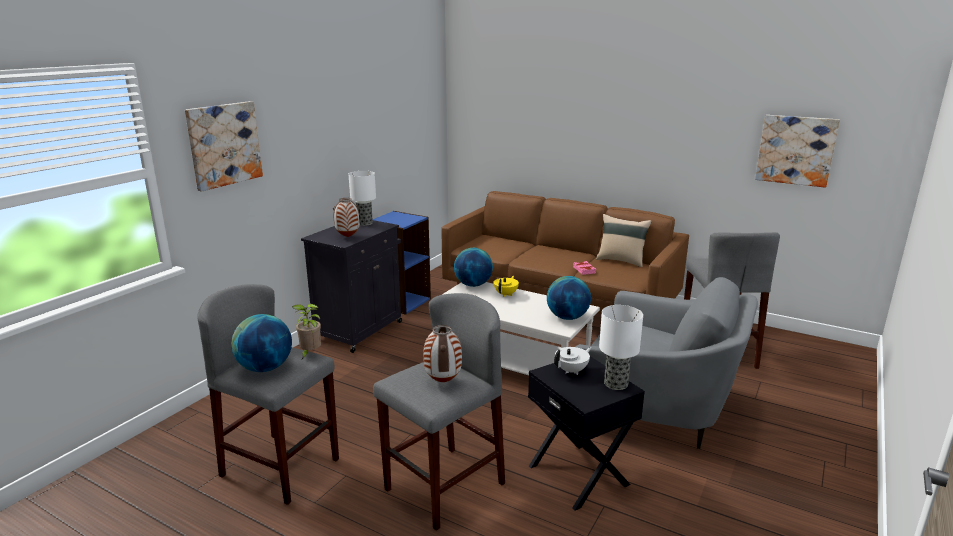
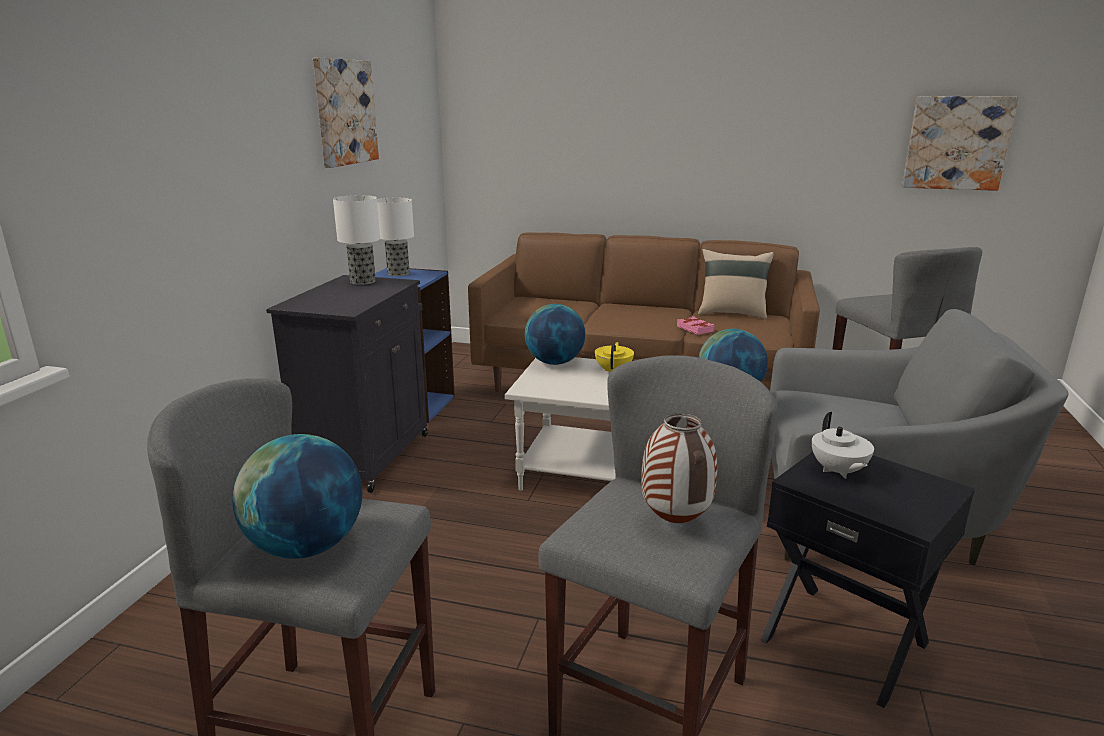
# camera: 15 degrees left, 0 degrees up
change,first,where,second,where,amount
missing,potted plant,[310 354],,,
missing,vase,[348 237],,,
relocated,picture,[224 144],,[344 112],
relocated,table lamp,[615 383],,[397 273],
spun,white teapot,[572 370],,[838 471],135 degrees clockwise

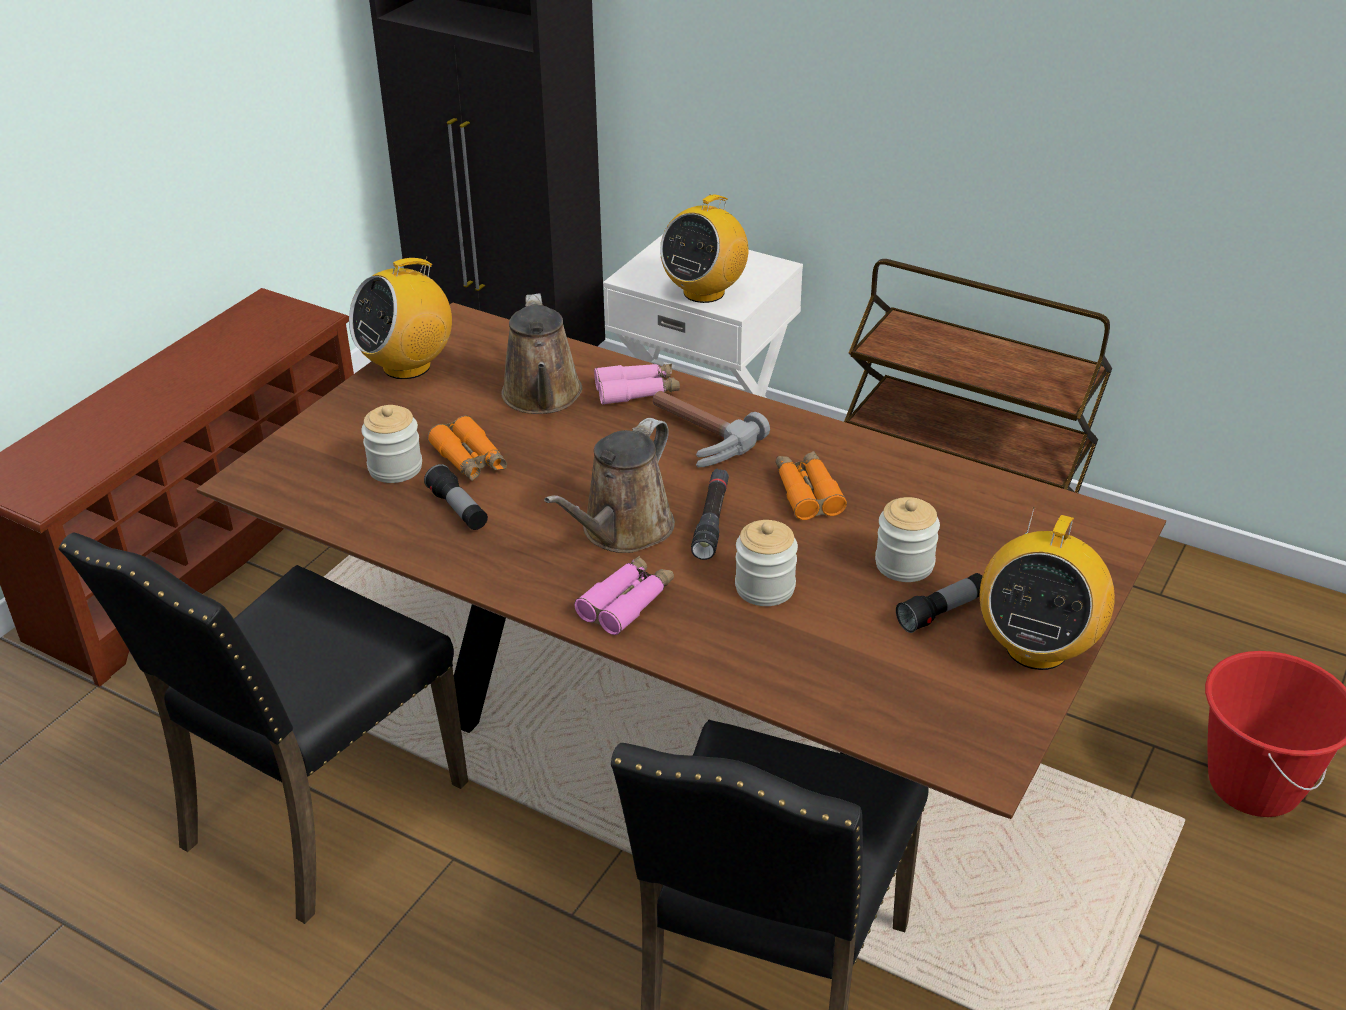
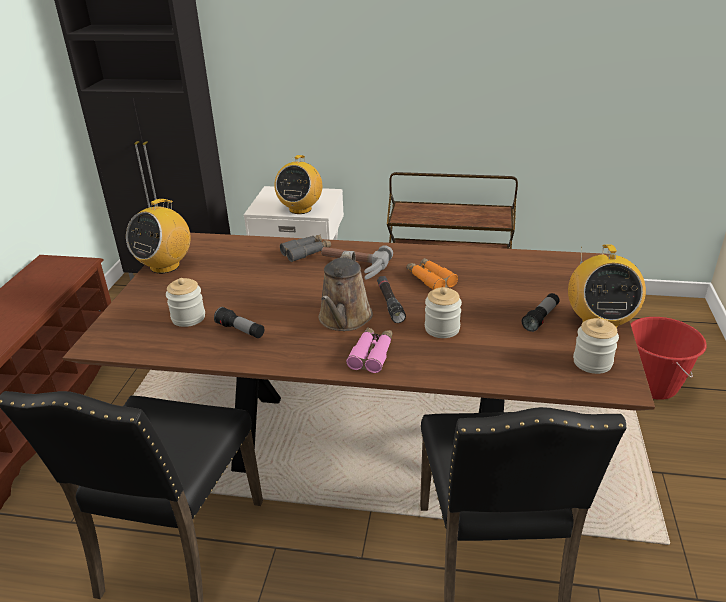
# camera: 20 degrees left, 5 degrees down
change,first,where,second,where,amount
missing,orange binoculars,[470 460],,,
missing,brown watering can,[542 397],,,
relocated,jar,[904 564],,[592 362],
colour,pink binoculars,[637 391],grey binoculars,[306 252],

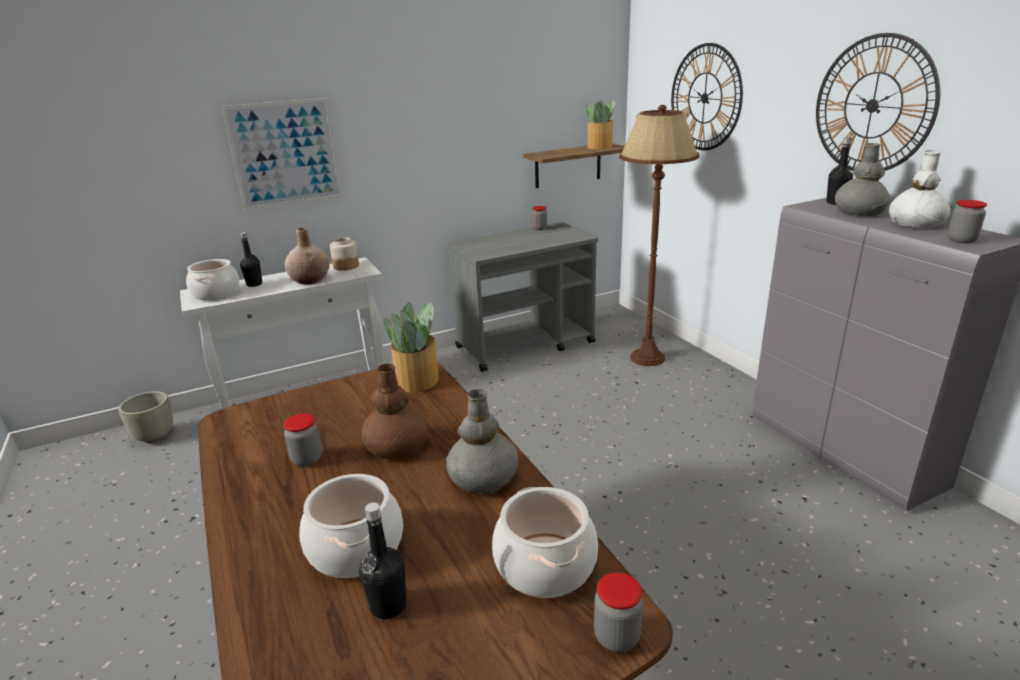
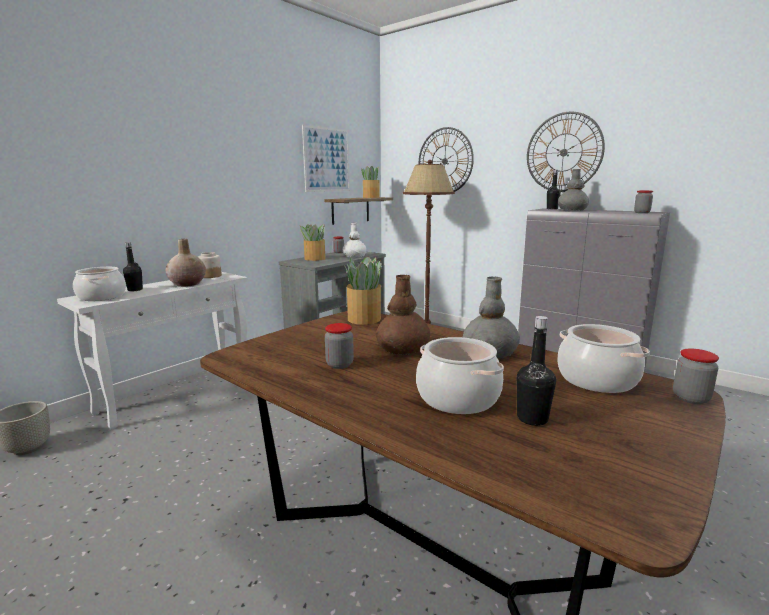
# camera: 25 degrees left, 10 degrees down
change,first,where,second,where,amount
appeared,,,potted plant,[314 259],
relocated,picture,[285 154],,[326 160],
relocated,white vase,[915 224],,[354 256],

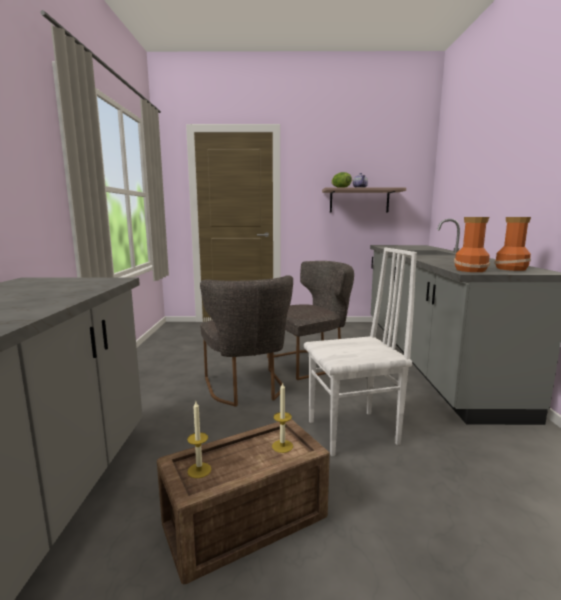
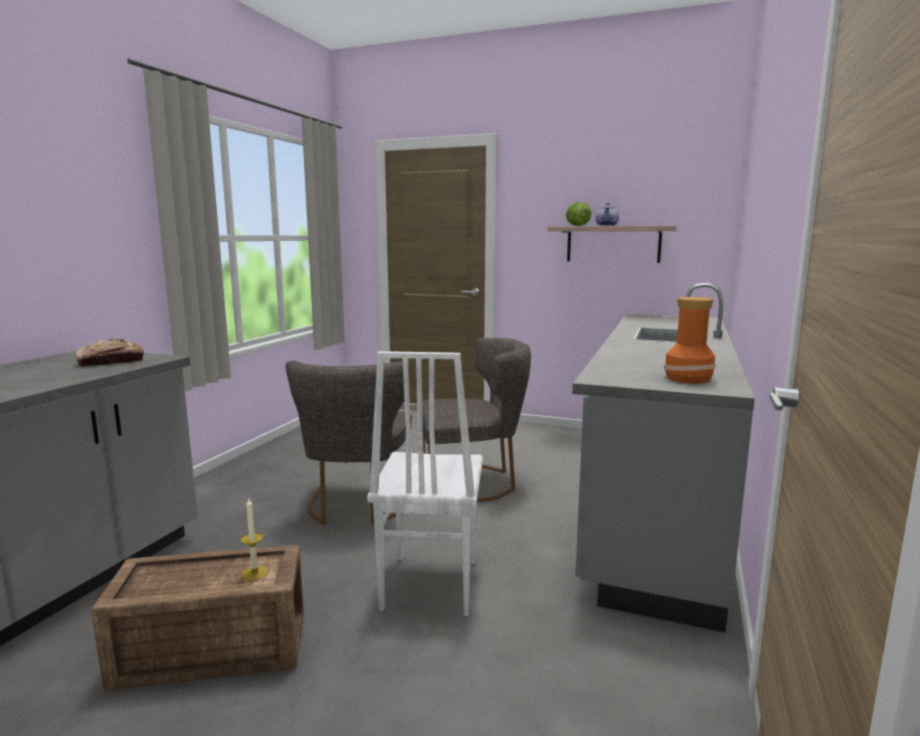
# camera: 20 degrees right, 0 degrees up
change,first,where,second,where,amount
missing,candle,[199 470],,,
missing,vase,[470 270],,,
appeared,,,bread,[110 362],
spun,white chair,[354 433],,[428 584],90 degrees clockwise

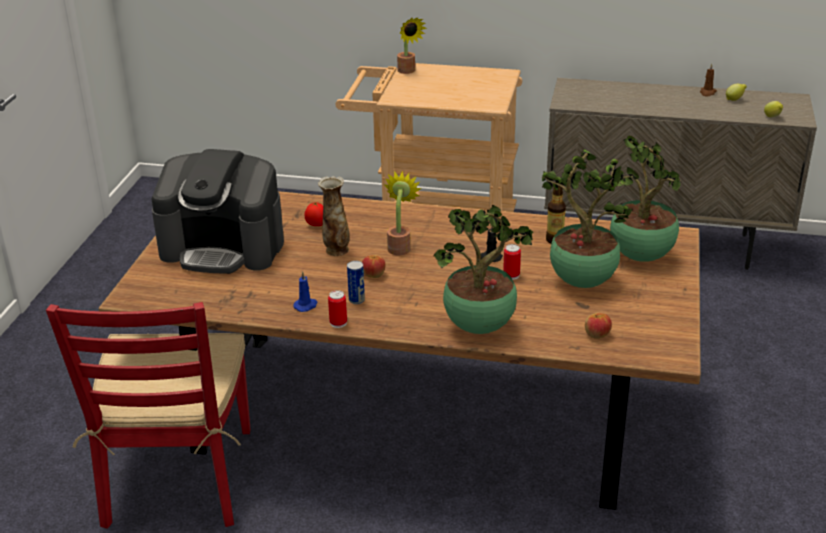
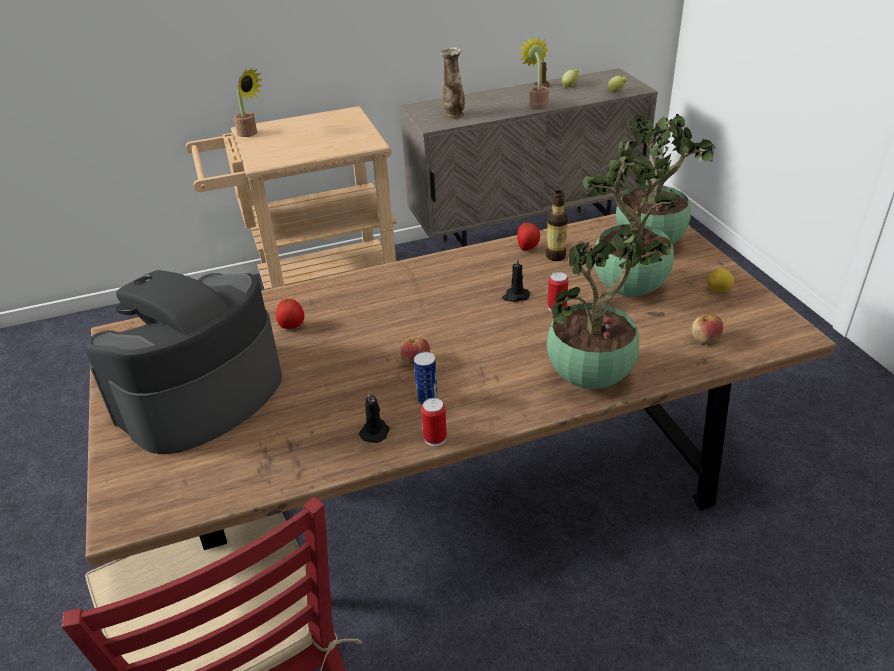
# camera: 30 degrees left, 5 degrees up
change,first,where,second,where,amount
appeared,,,tomato,[528 248],
appeared,,,lemon,[718 290],
relocated,vase,[336 250],,[453 115],
relocated,potted plant,[400 246],,[537 104],
colour,blue candle,[306 306],black candle,[375 432],
spun,coffee machine,[223 247],,[200 396],150 degrees clockwise

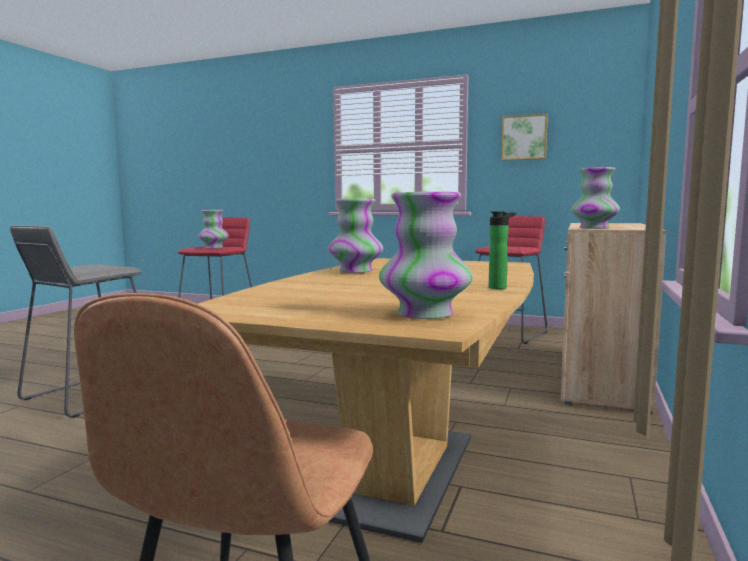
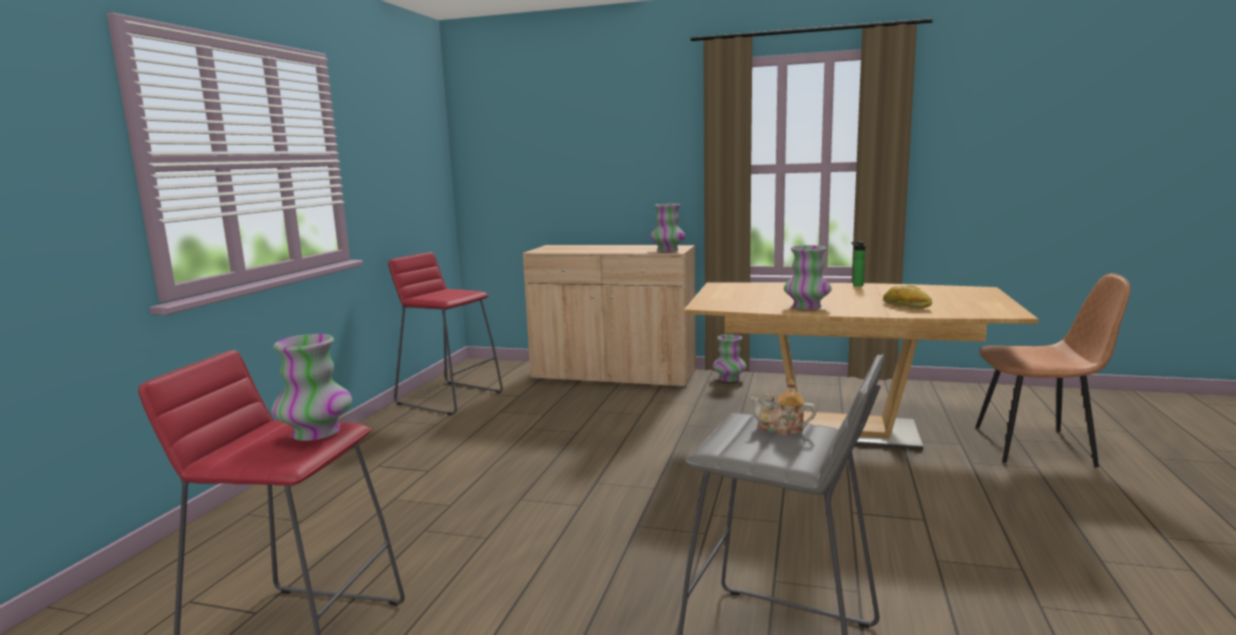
# camera: 95 degrees left, 5 degrees up
change,first,where,second,where,amount
missing,picture,[524 137],,,
appeared,,,teapot,[781 429],
appeared,,,bread,[906 306],
relocated,vase,[425 314],,[729 379],

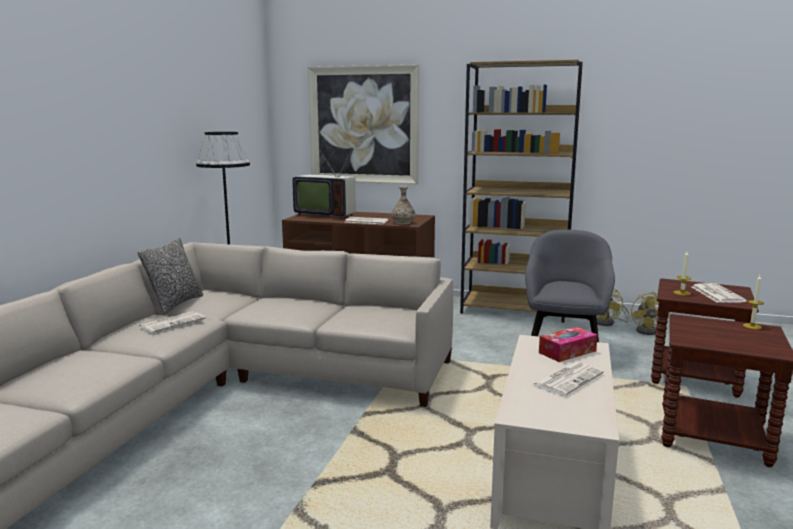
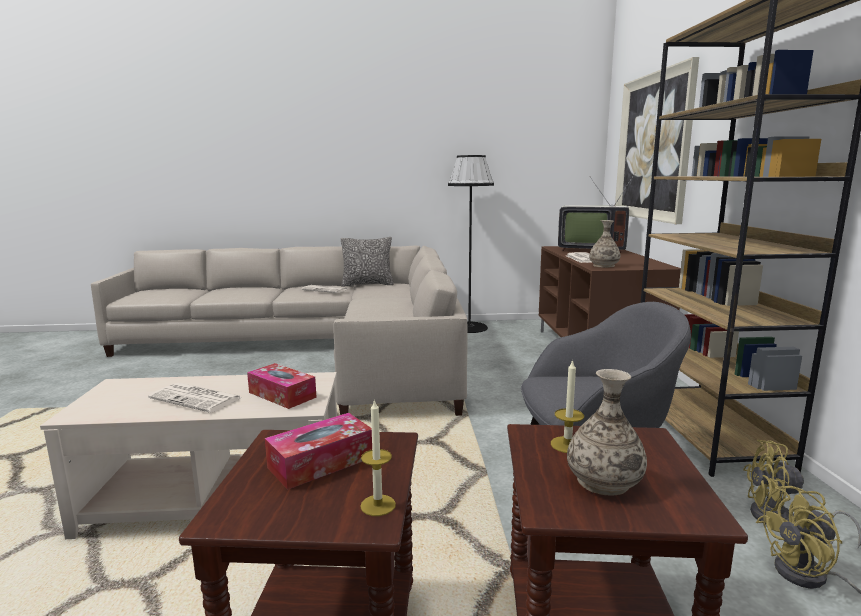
# camera: 70 degrees right, 0 degrees up
change,first,where,second,where,amount
appeared,,,tissue box,[321 462],
exchanged,newspaper,[716 294],vase,[604 481],
spun,television,[325 215],,[590 249],75 degrees counterclockwise

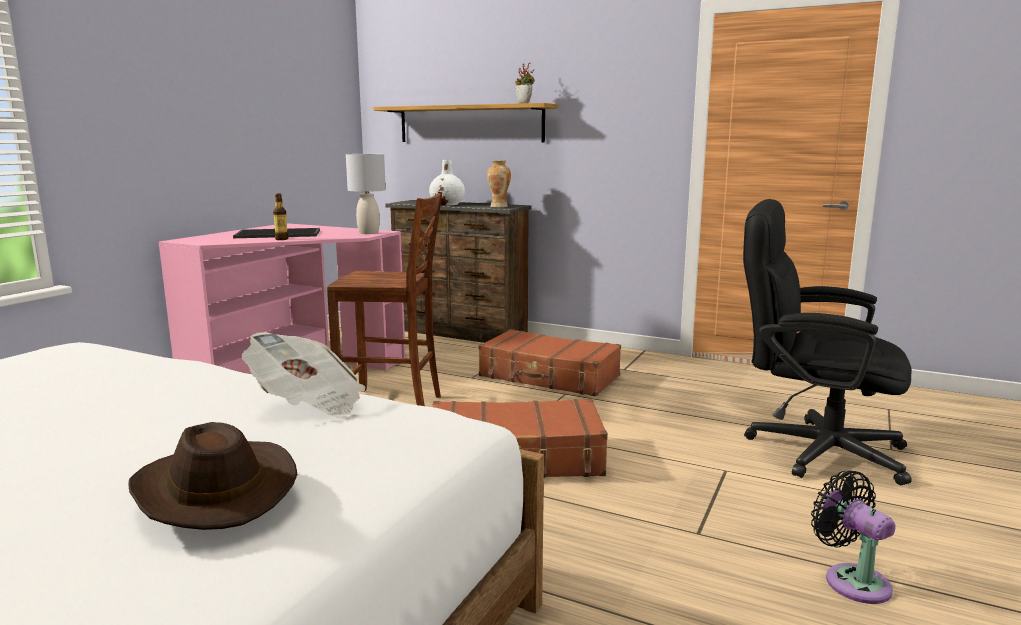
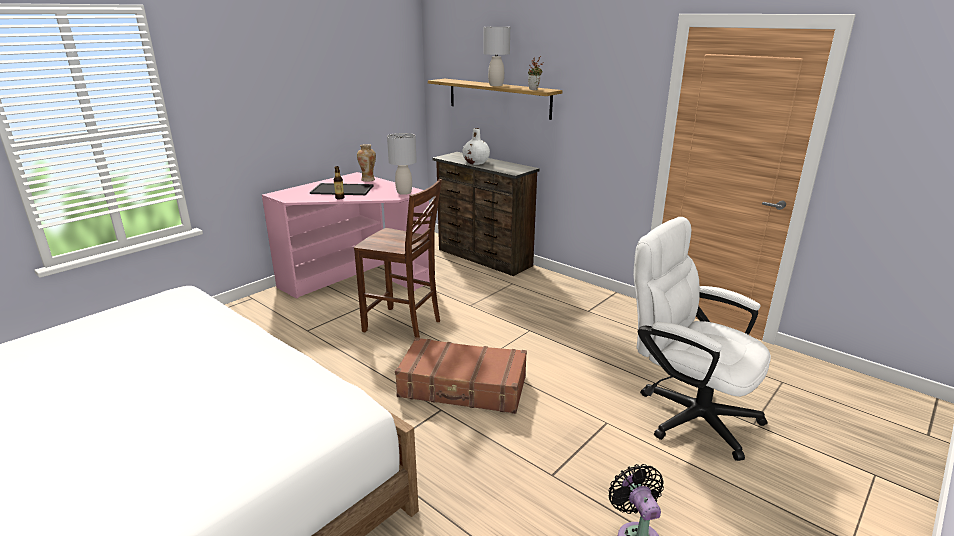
# camera: 15 degrees right, 10 degrees up
change,first,where,second,where,amount
missing,brown hat,[213 489],,,
missing,newspaper,[308 403],,,
missing,brown suitcase,[549 377],,,
appeared,,,grey table lamp,[495 85],
relocated,vase,[499 207],,[368 180],
colour,black office chair,[810 449],white office chair,[686 413],

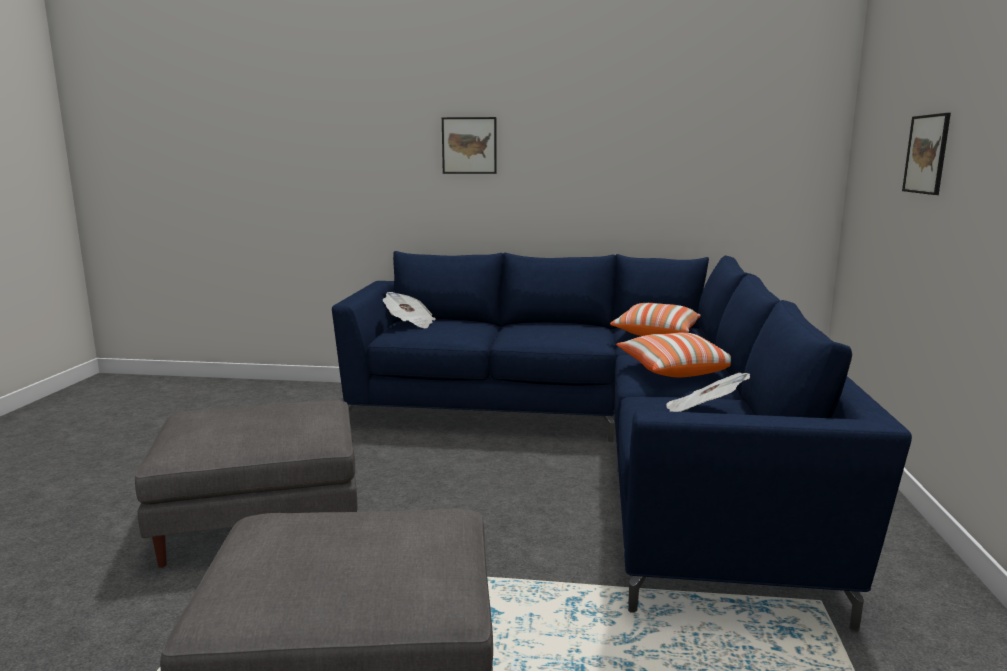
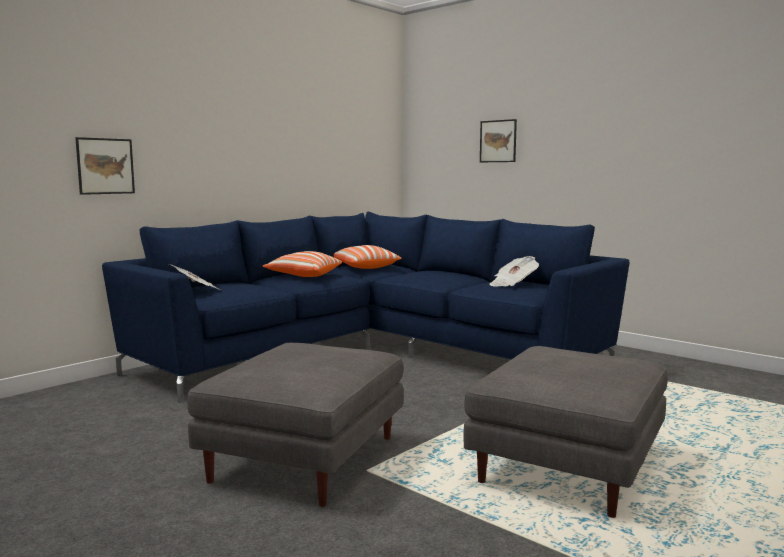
# camera: 55 degrees left, 5 degrees down
change,first,where,second,where,amount
relocated,picture,[469 145],,[105 166],
relocated,pillow,[673 370],,[303 275],

